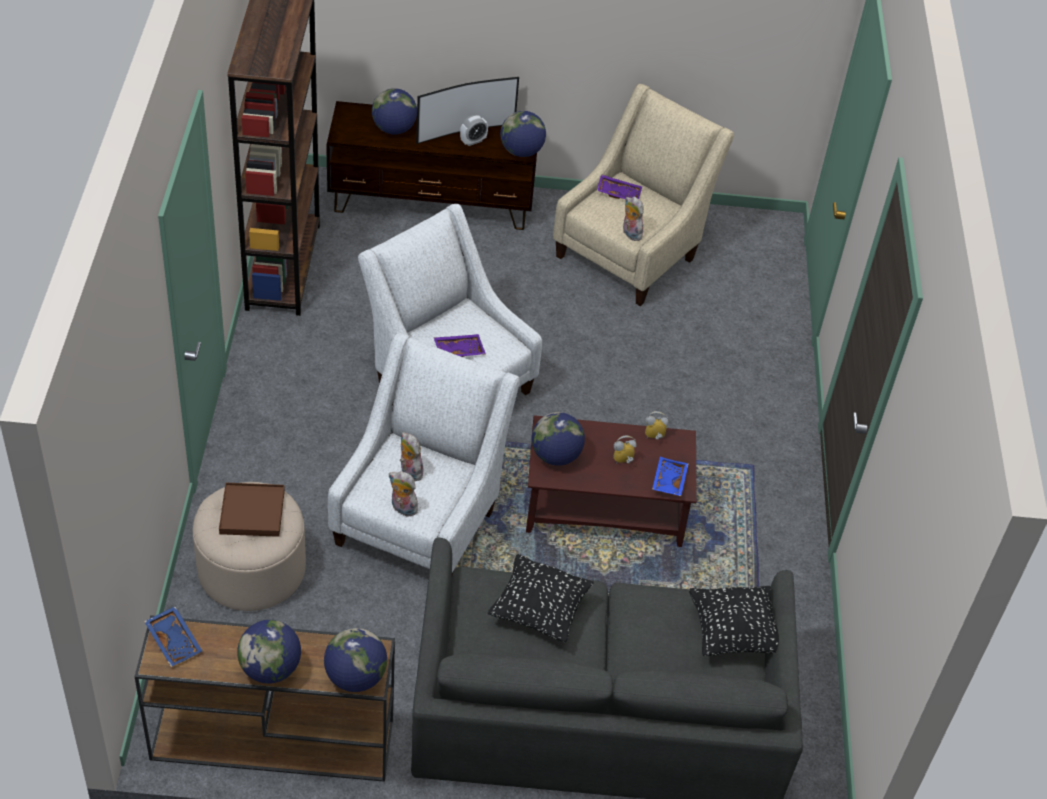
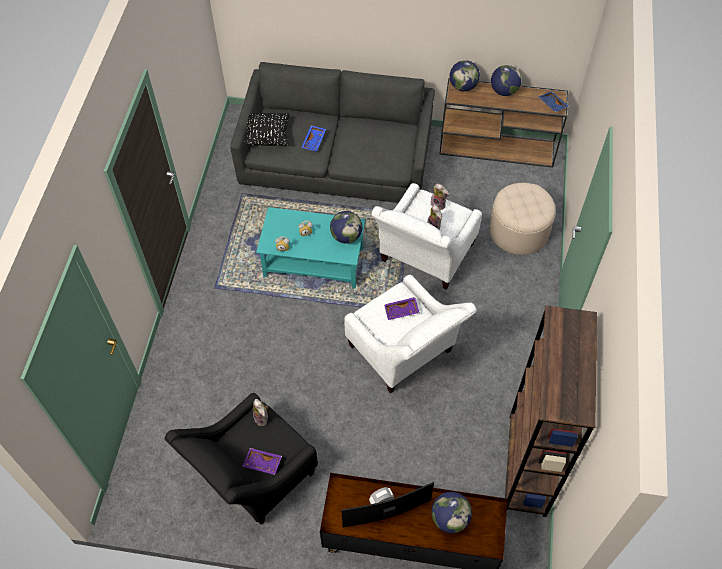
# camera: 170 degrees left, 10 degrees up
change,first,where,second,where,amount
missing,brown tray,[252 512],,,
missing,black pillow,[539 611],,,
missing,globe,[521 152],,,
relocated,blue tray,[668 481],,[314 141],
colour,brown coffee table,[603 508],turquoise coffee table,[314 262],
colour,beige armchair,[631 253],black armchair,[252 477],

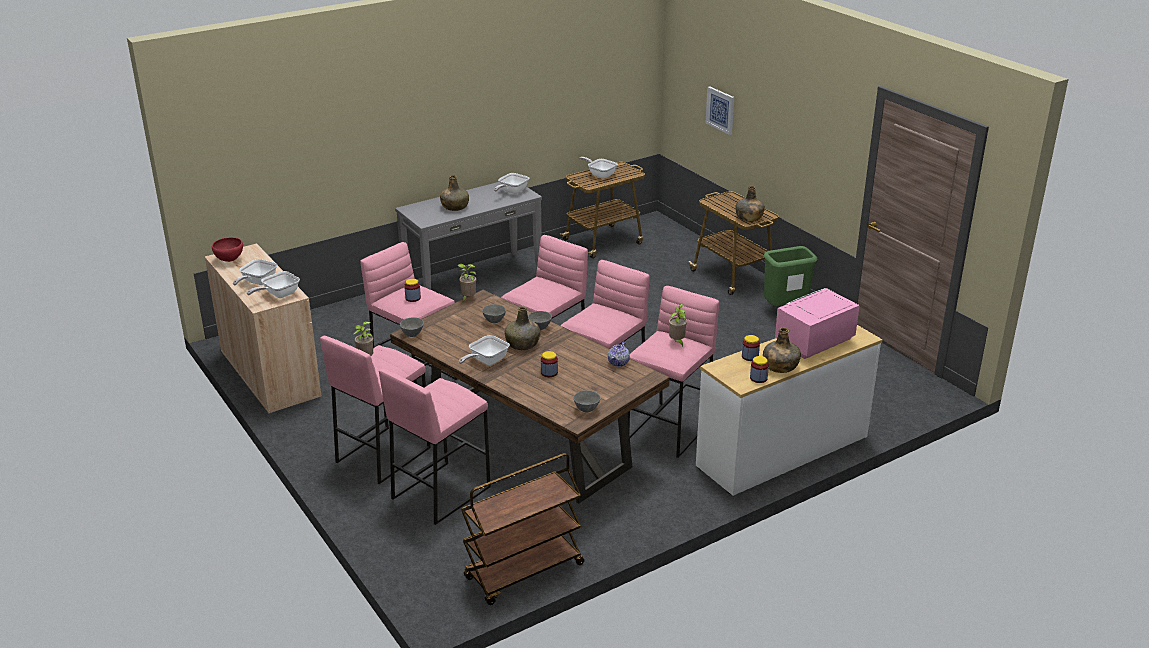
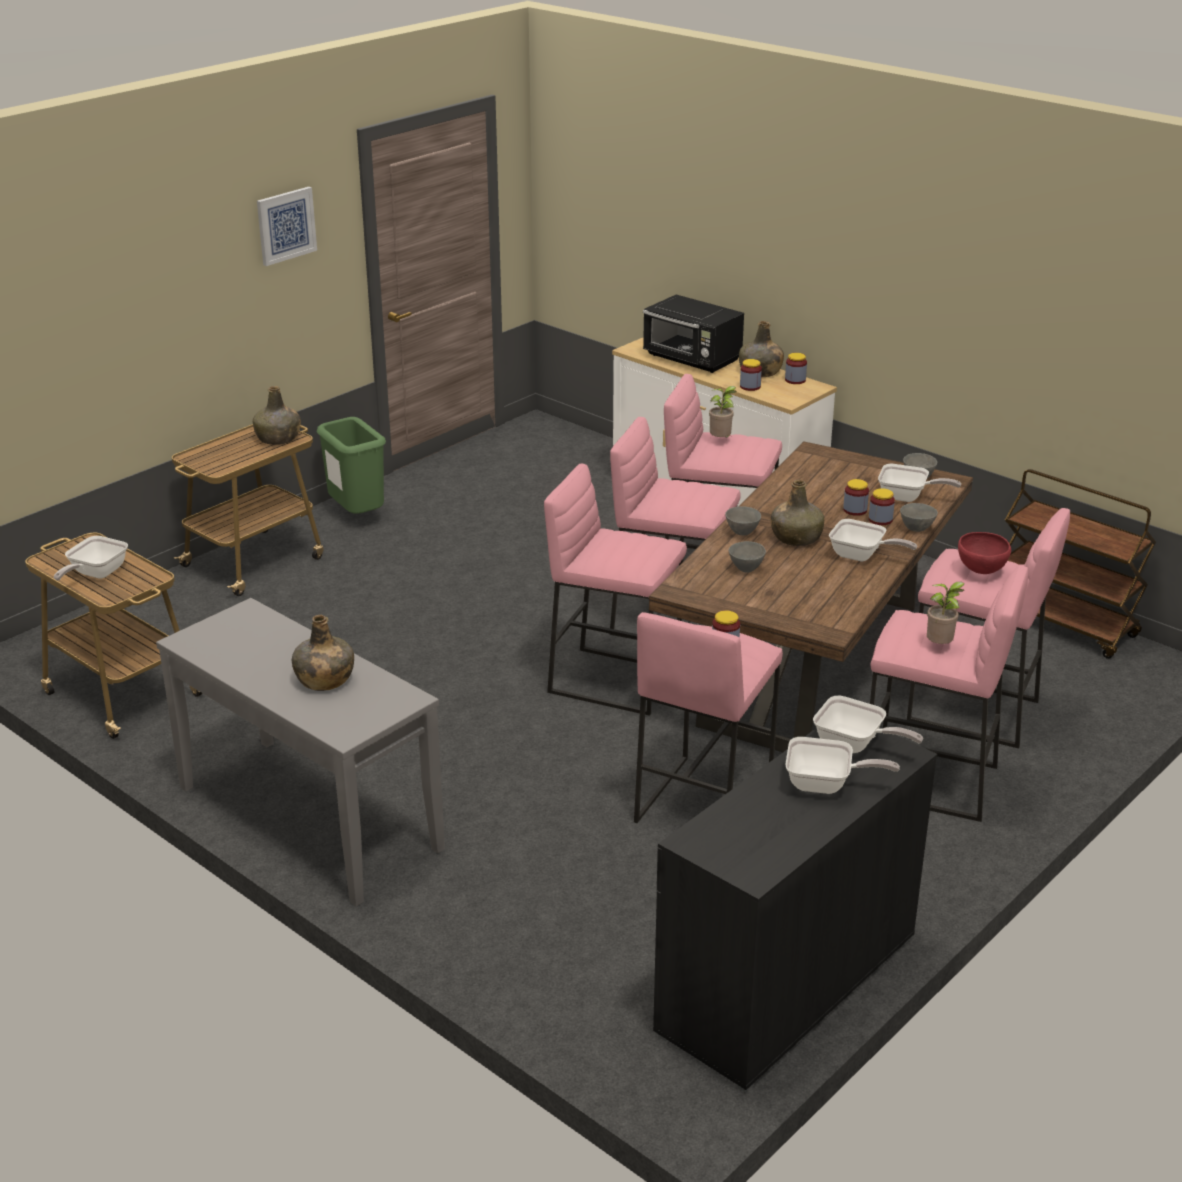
# camera: 105 degrees left, 0 degrees up
change,first,where,second,where,amount
missing,potted plant,[467 298],,,
missing,teapot,[618 363],,,
appeared,,,jar,[880 520],
relocated,red bowl,[229 260],,[980 571],
relocated,grey bowl,[412 335],,[917 529],
relocated,frying pan,[511 191],,[907 497],
relocated,picture,[720 110],,[286 225],
colour,beige cabinet,[270 375],black cabinet,[787 984],
colour,pink microwave,[813 342],black microwave,[692 359],

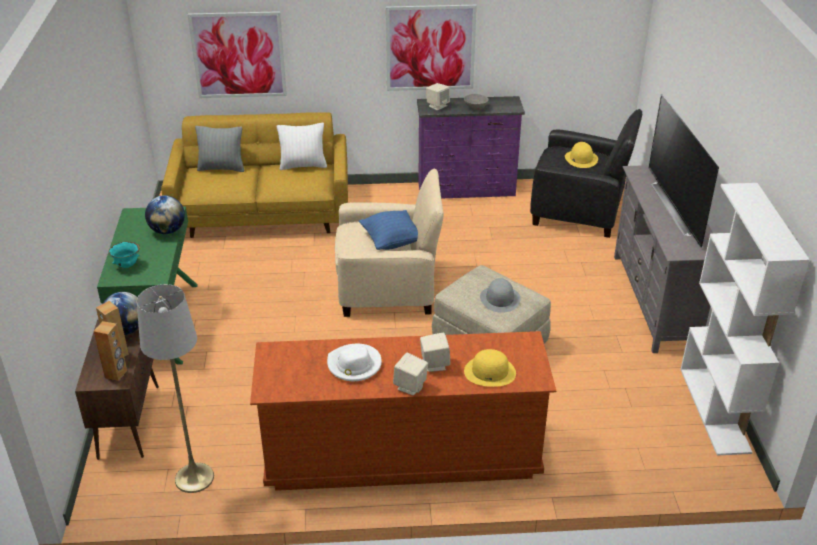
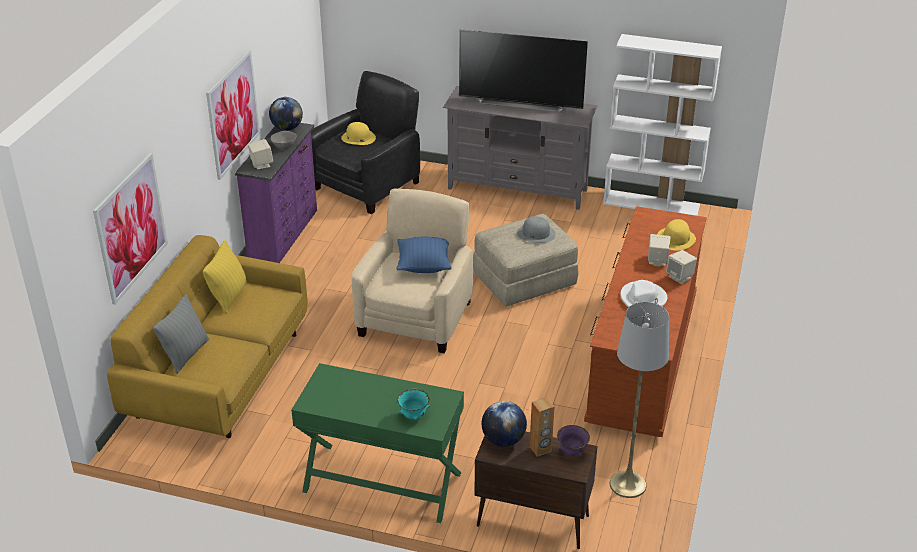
# camera: 70 degrees left, 0 degrees up
change,first,where,second,where,amount
relocated,globe,[167 231],,[287 128],
exchanged,brown speaker,[116 374],purple bowl,[571 452],
colour,white pillow,[303 165],yellow pillow,[229 296],

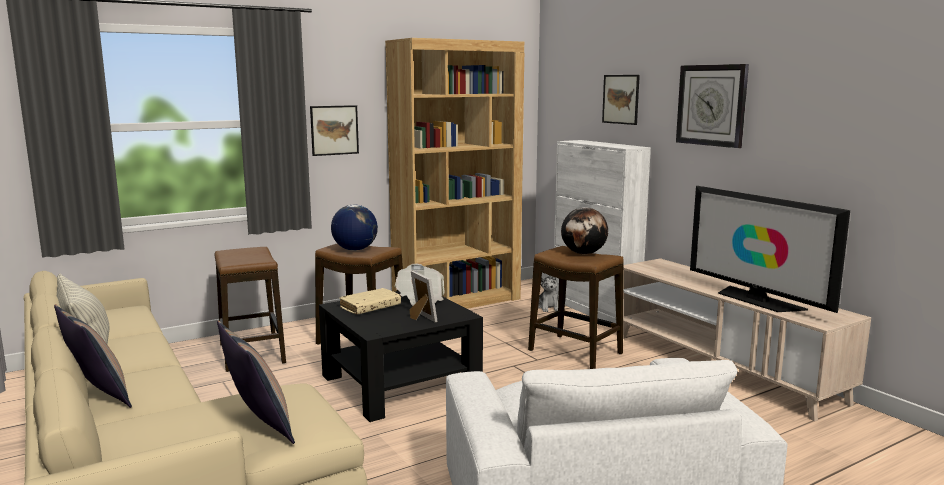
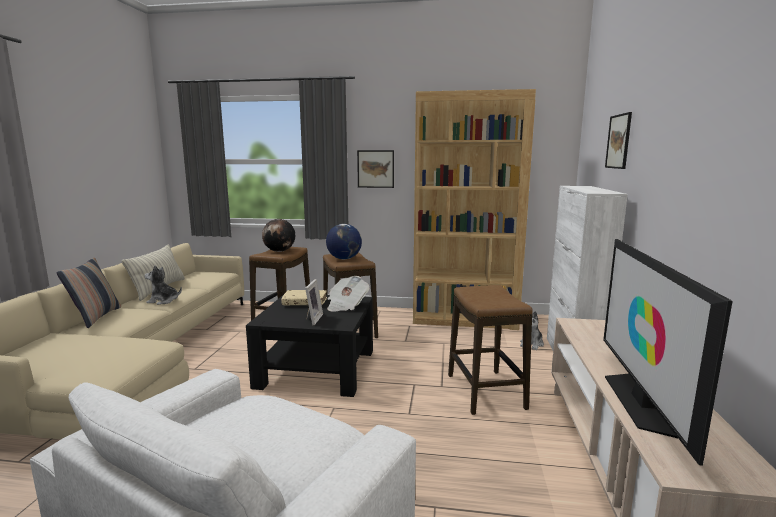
# camera: 40 degrees right, 0 degrees up
change,first,where,second,where,amount
missing,pillow,[259 426],,,
missing,wall clock,[711 105],,,
appeared,,,plush toy,[163 301],
relocated,globe,[584 253],,[279 251],

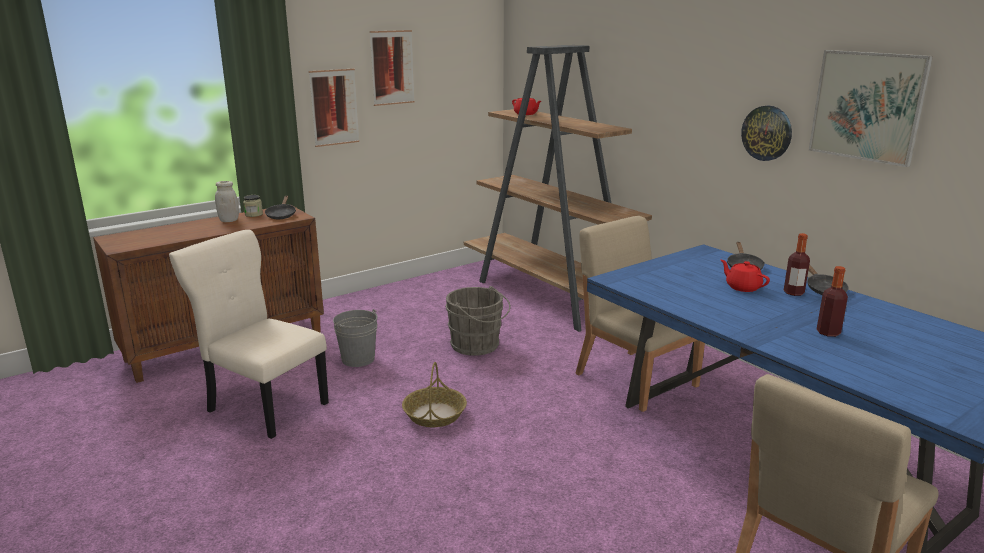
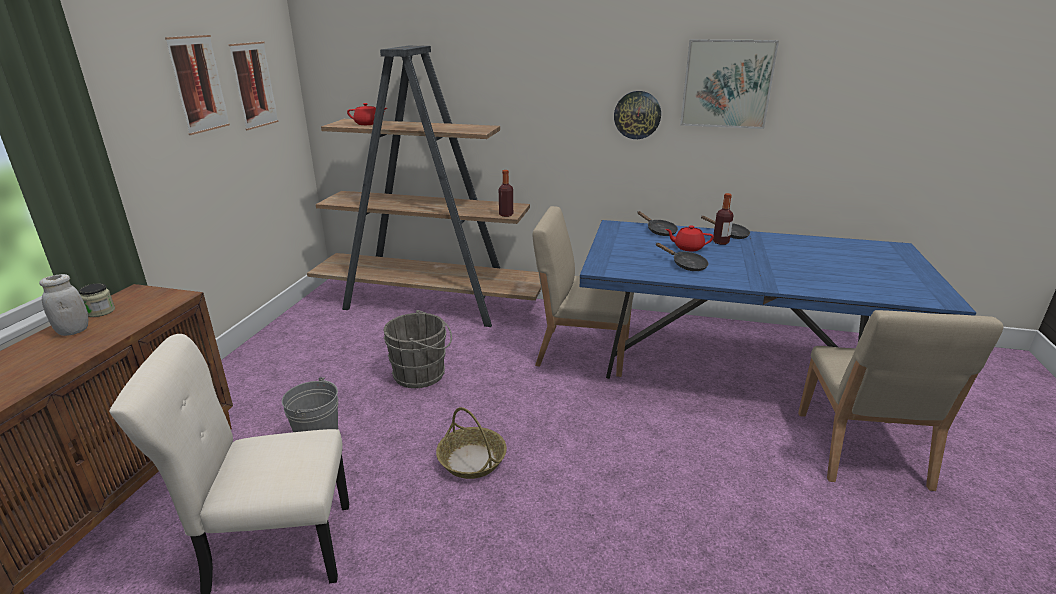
# camera: 40 degrees left, 5 degrees up
change,first,where,second,where,amount
relocated,black frying pan,[281 215],,[686 265],
relocated,picture,[334 107],,[254 85],
relocated,bottle,[828 332],,[506 215],

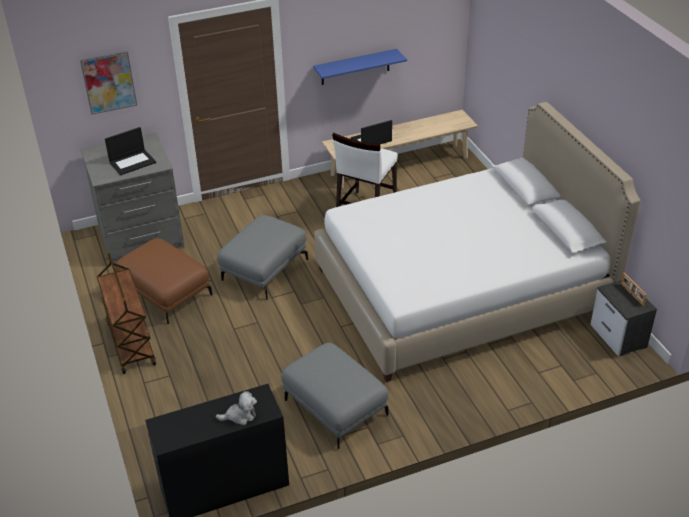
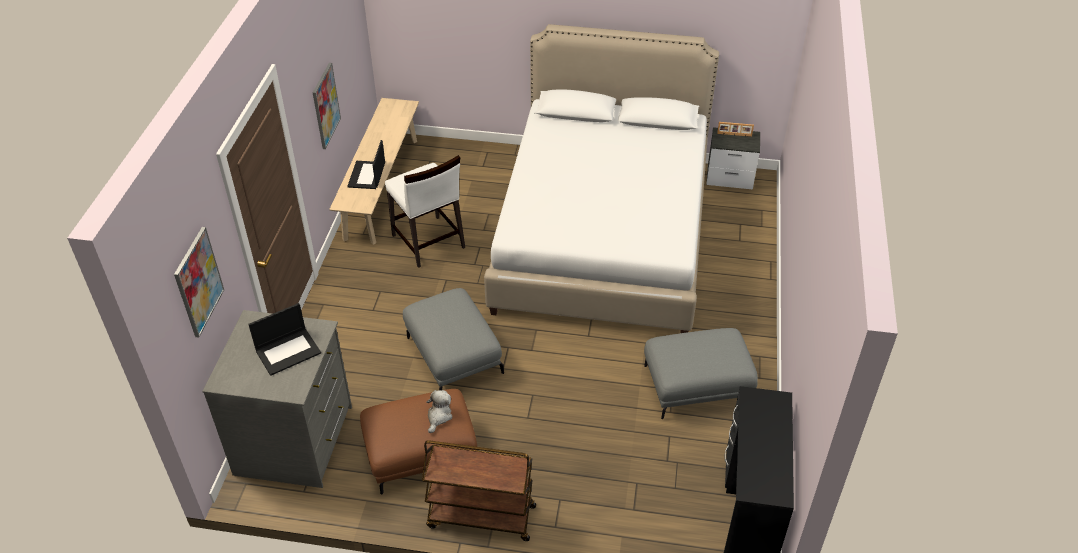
# camera: 60 degrees left, 5 degrees up
change,first,where,second,where,amount
relocated,plush toy,[240 416],,[439 416],
exchanged,blue shelf,[355 67],picture,[325 106],
spun,laptop,[132 162],,[288 351],60 degrees clockwise

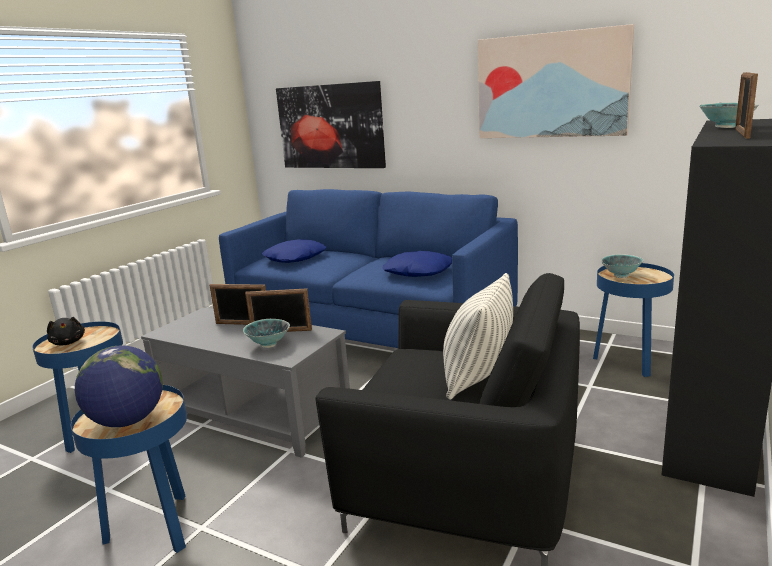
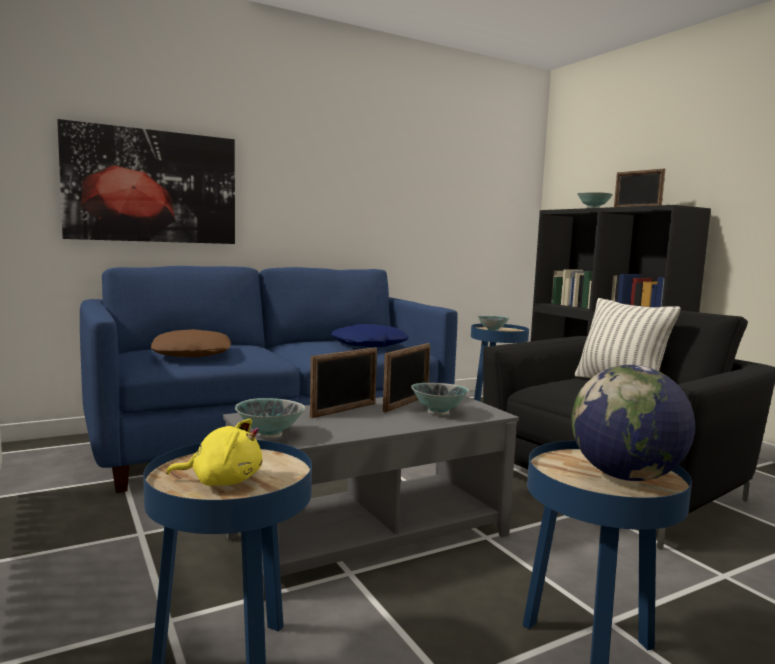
# camera: 60 degrees left, 10 degrees down
change,first,where,second,where,amount
missing,picture,[551 85],,,
appeared,,,bowl,[269 435],
colour,black plush toy,[68 342],yellow plush toy,[222 481],
colour,blue pillow,[295 258],brown pillow,[192 353],

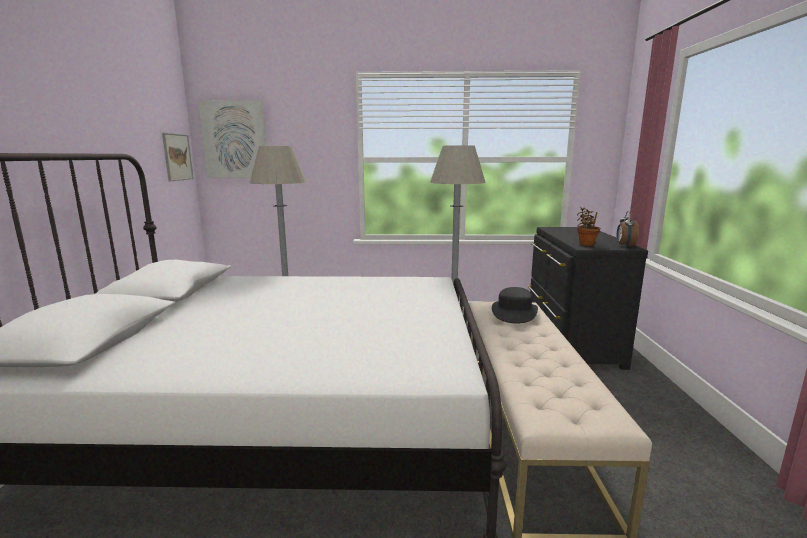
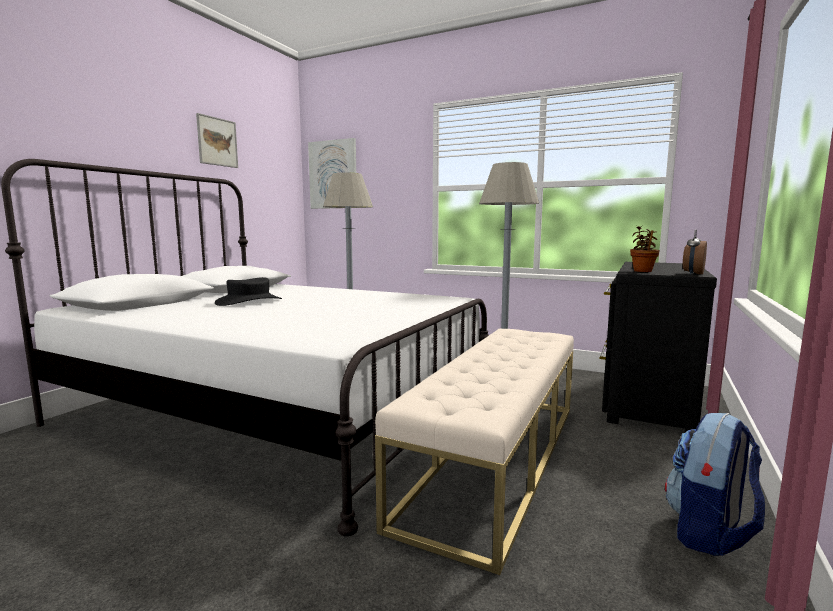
# camera: 25 degrees right, 5 degrees down
change,first,where,second,where,amount
appeared,,,backpack,[710 533],
relocated,picture,[177 157],,[217 142],
relocated,black hat,[514 312],,[249 301],

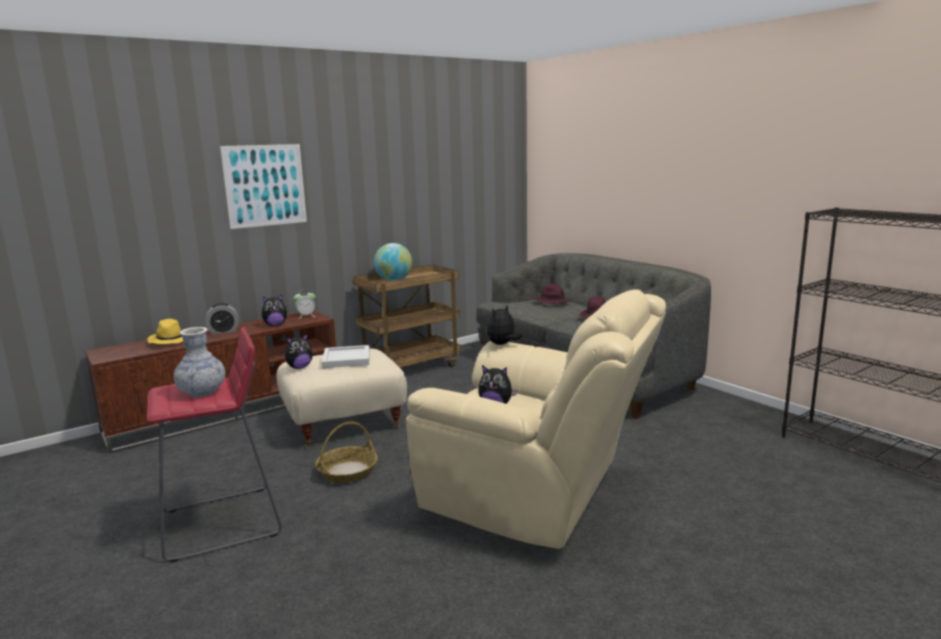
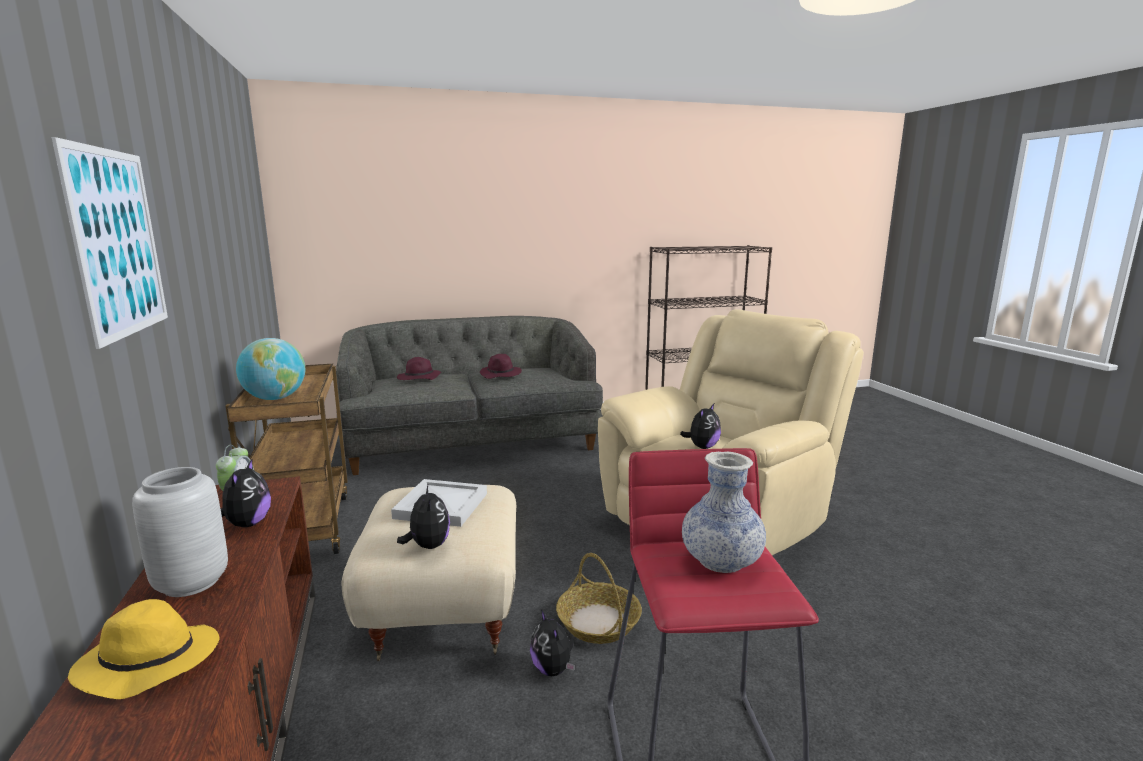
# camera: 70 degrees left, 0 degrees up
change,first,where,second,where,amount
relocated,plush toy,[502 344],,[553 669],
exchanged,alarm clock,[223 331],grey vase,[191 582],

